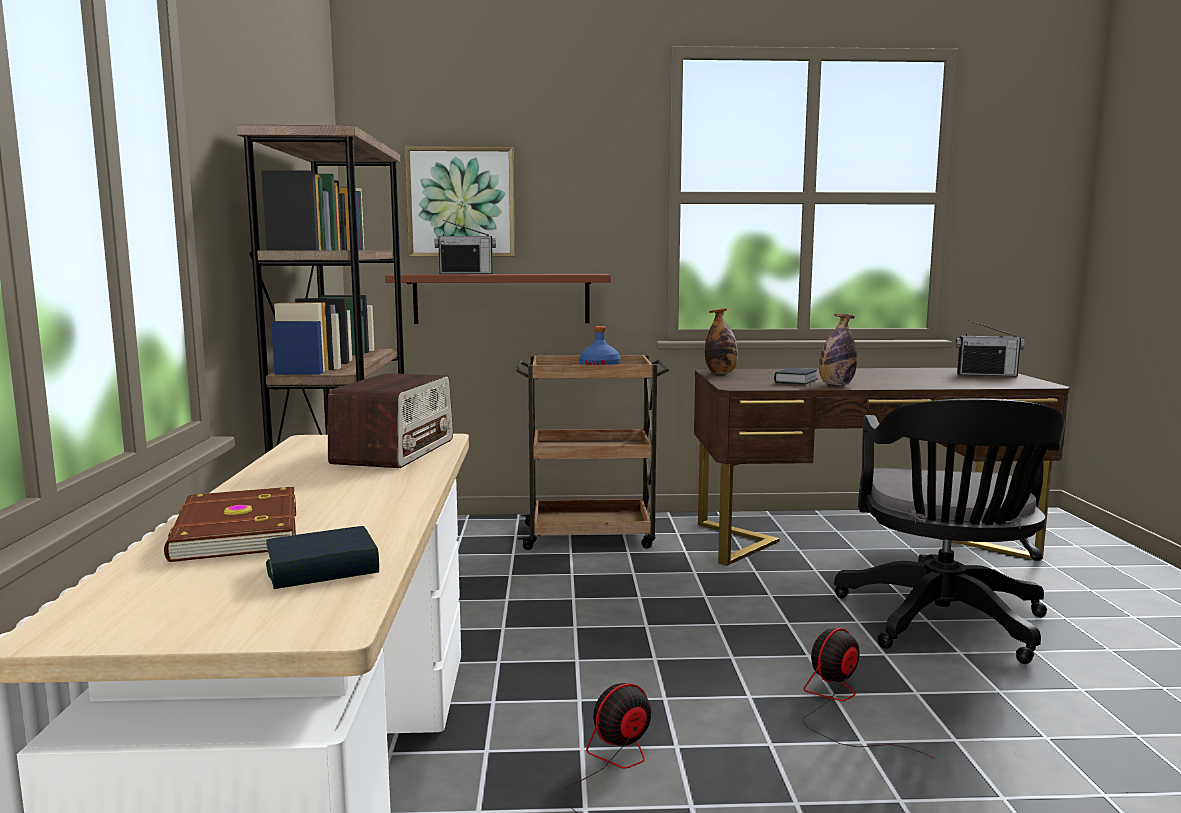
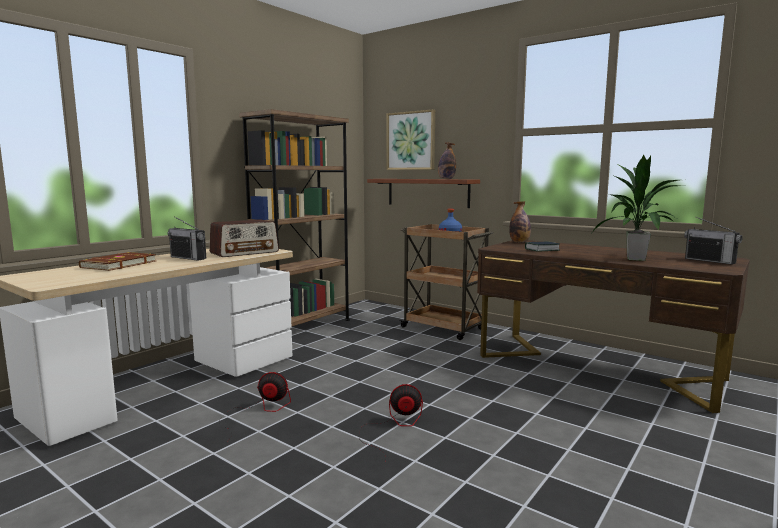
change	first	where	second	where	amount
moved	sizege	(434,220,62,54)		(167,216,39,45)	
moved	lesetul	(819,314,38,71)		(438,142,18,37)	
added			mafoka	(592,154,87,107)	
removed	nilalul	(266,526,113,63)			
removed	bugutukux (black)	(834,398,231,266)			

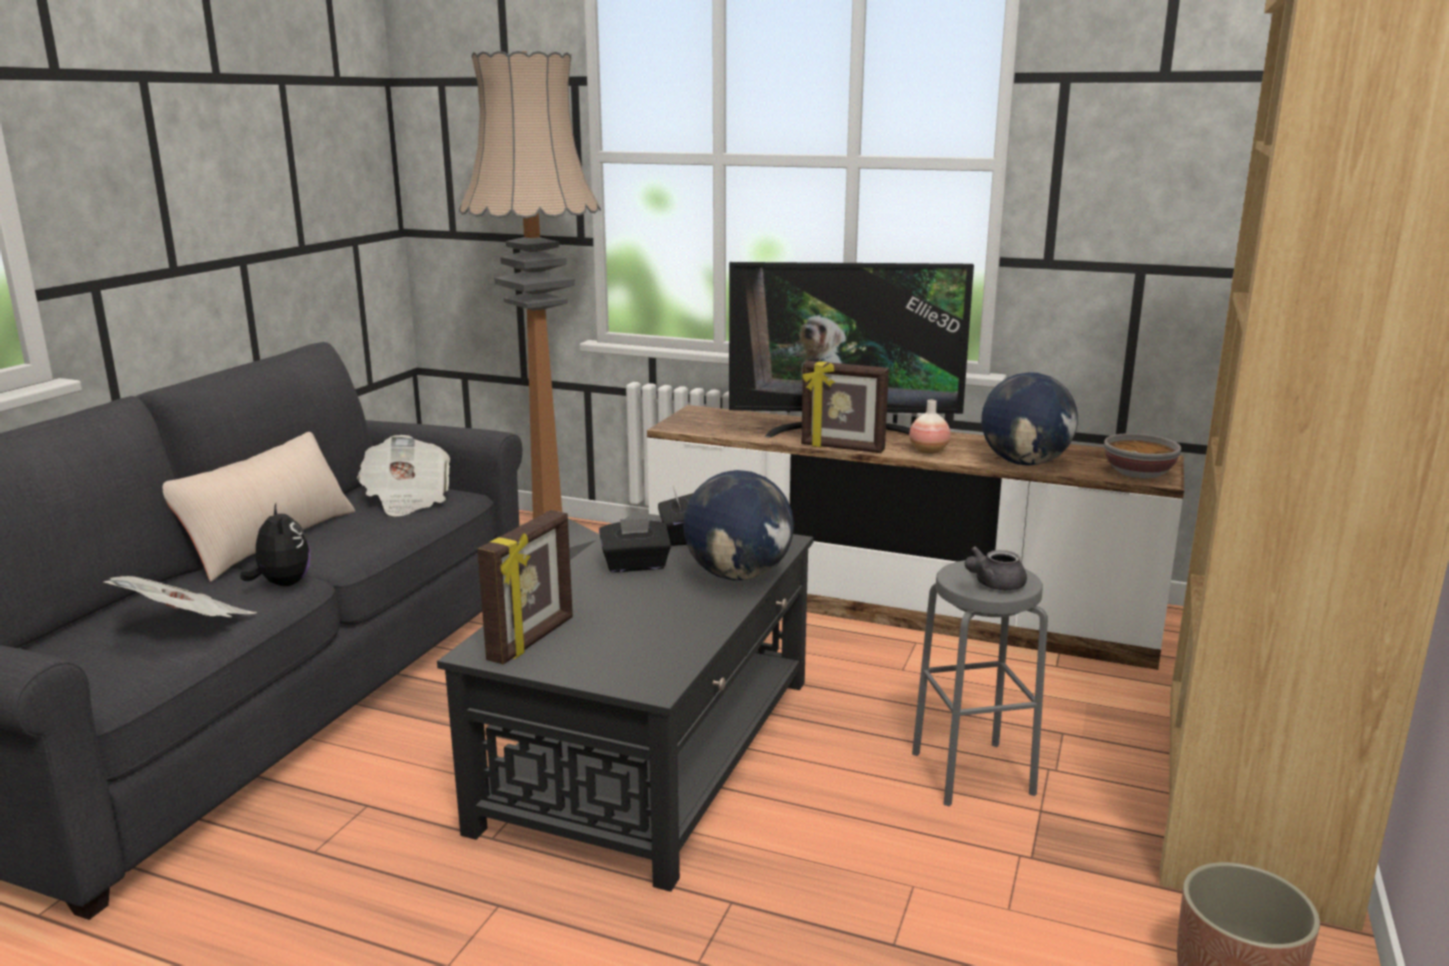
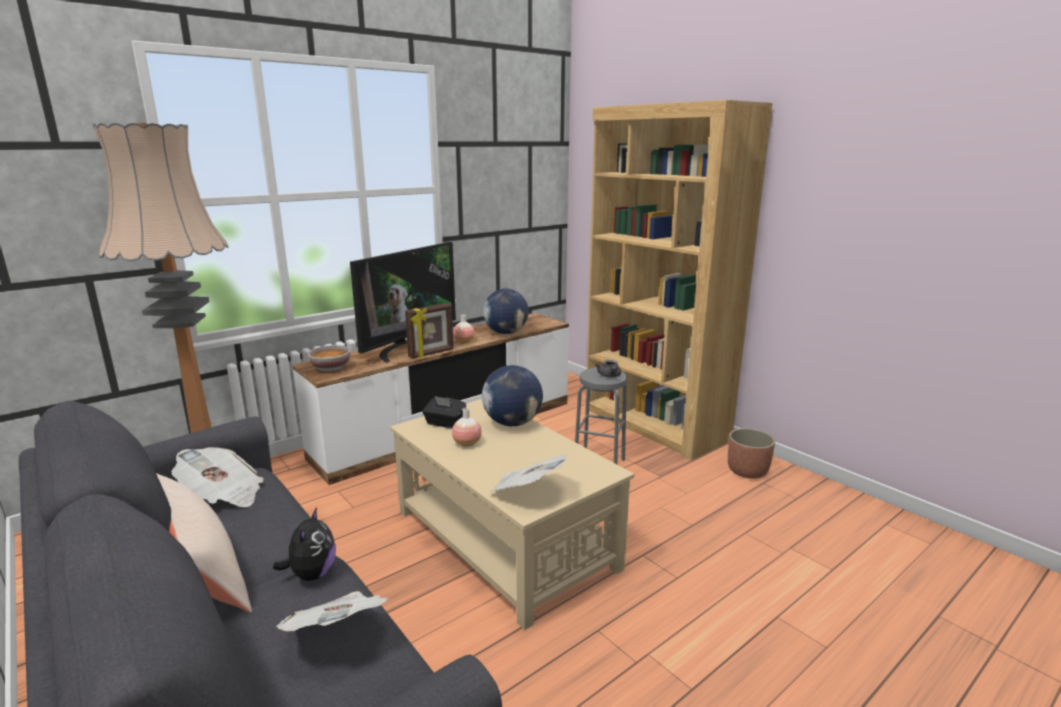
change	first	where	second	where	amount
turned	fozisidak	(240,504,71,82)		(273,507,63,74)	90 degrees clockwise
moved	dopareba	(1104,433,77,45)		(308,345,42,26)	
recoloured	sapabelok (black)	(437,512,377,380)	sapabelok (beige)	(390,399,244,231)	
replaced	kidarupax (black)	(599,518,72,54)	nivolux	(452,408,30,39)	
replaced	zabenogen	(477,510,96,154)	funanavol	(490,454,78,38)	

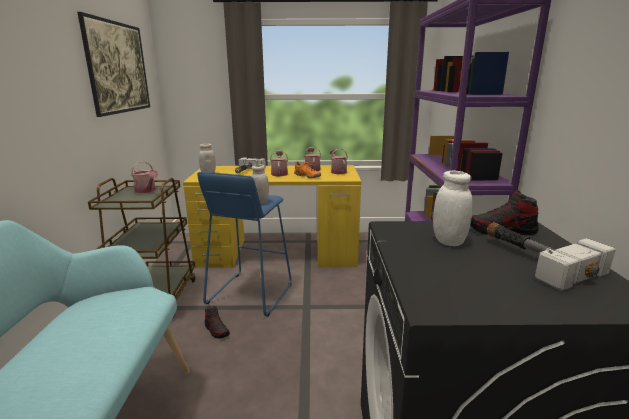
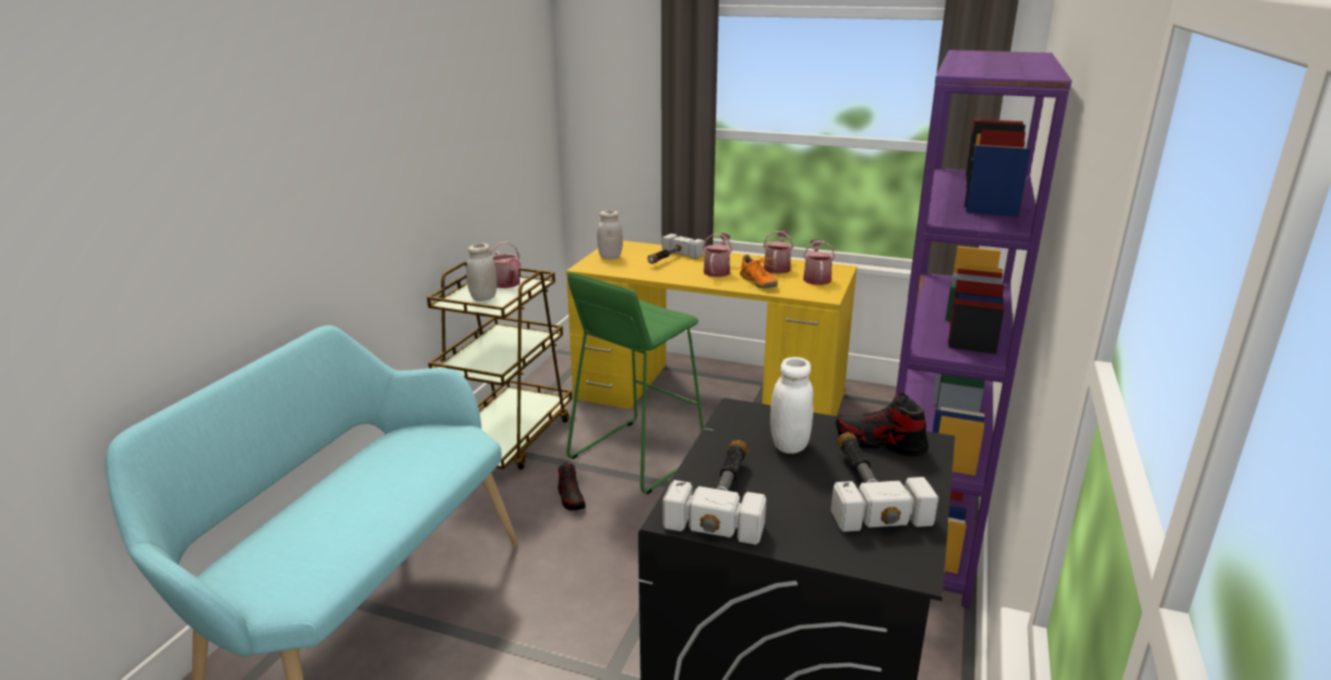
change	first	where	second	where	amount
moved	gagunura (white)	(251,164,18,40)		(466,243,31,58)	
recoloured	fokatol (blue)	(197,172,94,144)	fokatol (green)	(567,272,137,222)	
added			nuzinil	(663,440,104,105)	
removed	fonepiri	(77,12,73,105)			

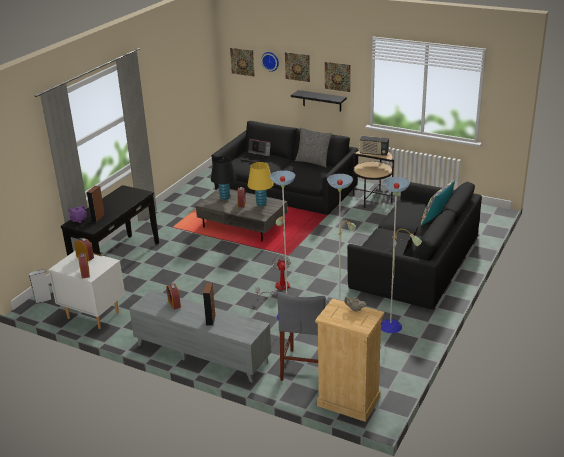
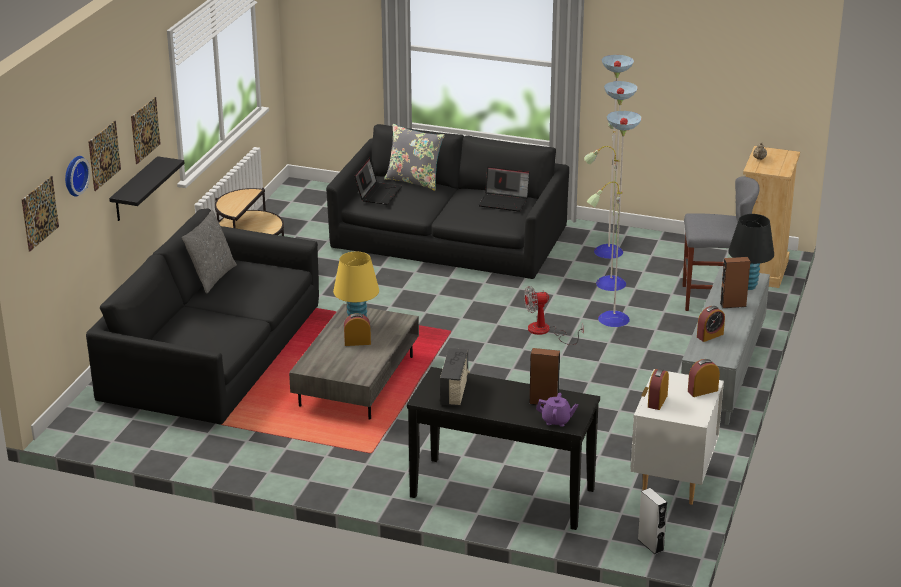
change	first	where	second	where	amount
moved	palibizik	(240,138,31,25)		(354,158,48,47)	
moved	sizege	(359,136,30,20)		(440,348,30,58)	
moved	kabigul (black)	(211,156,25,44)		(728,214,46,76)	

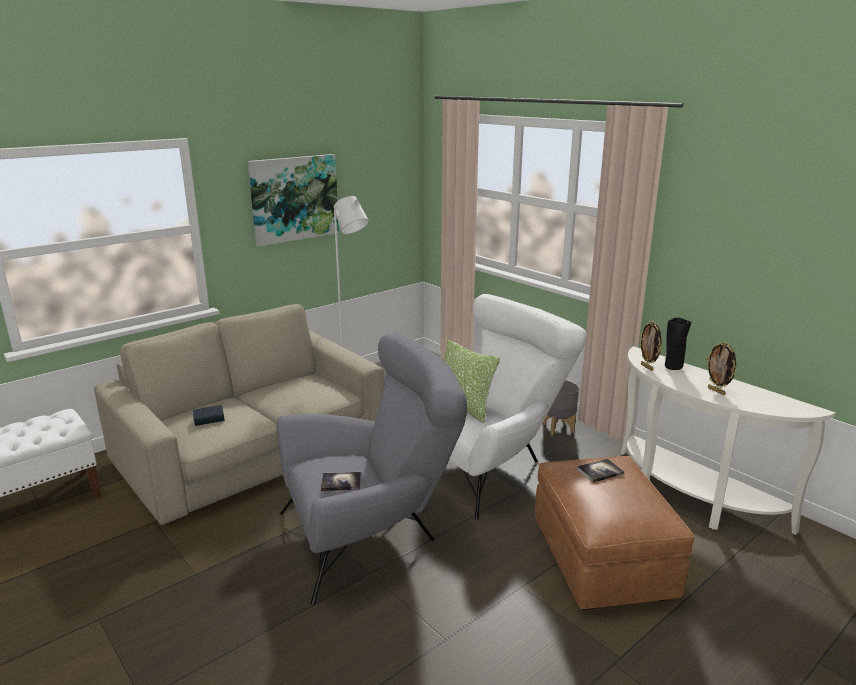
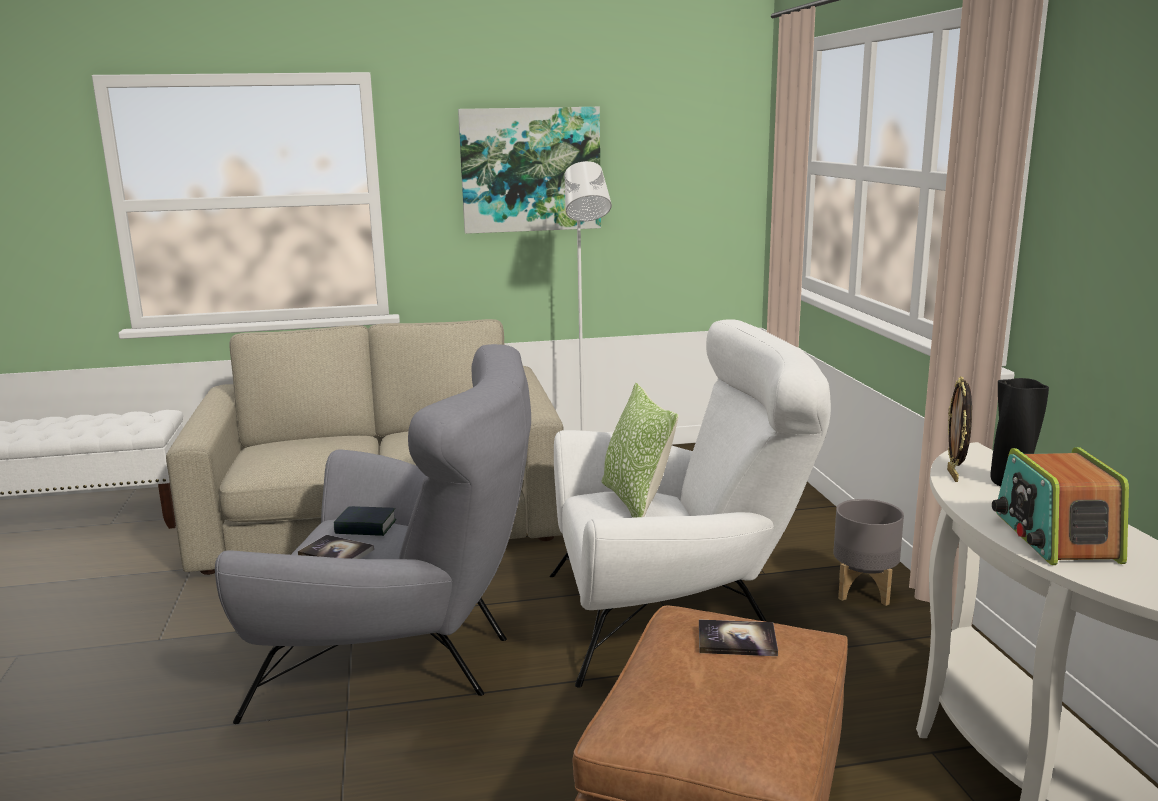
change	first	where	second	where	amount
moved	nilalul	(193,405,32,21)		(334,506,62,30)	
replaced	zabenogen	(706,341,31,54)	sizege	(992,447,137,118)	

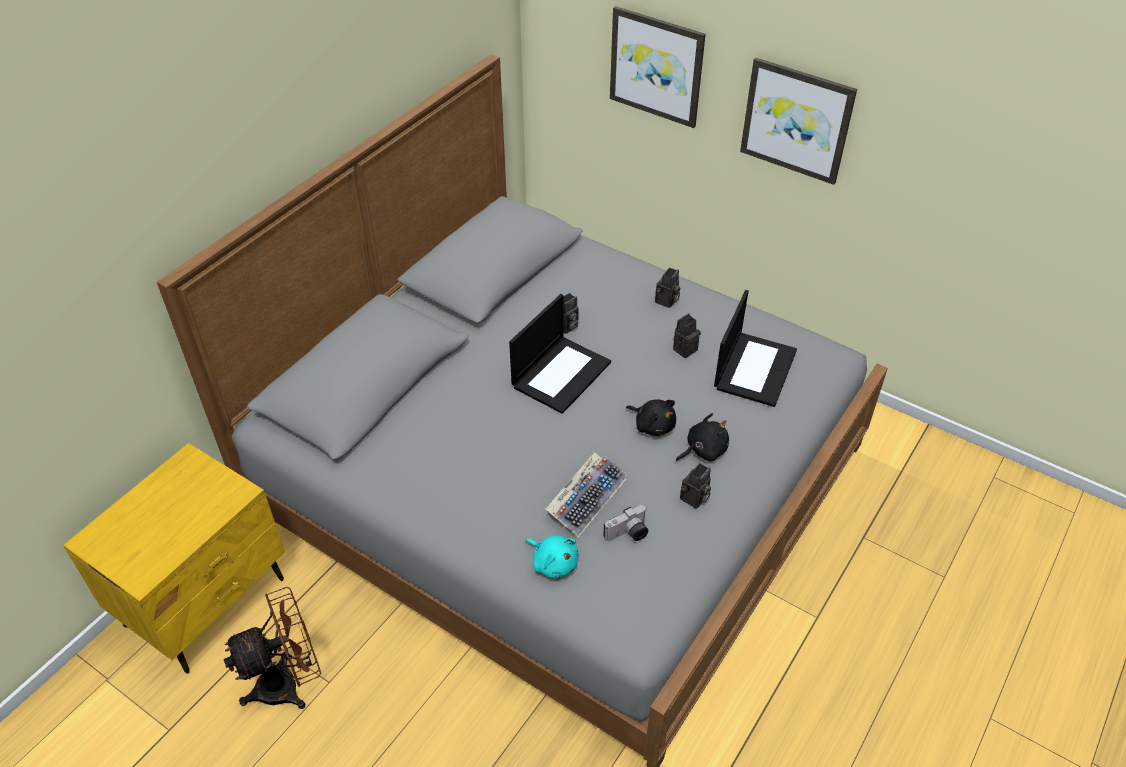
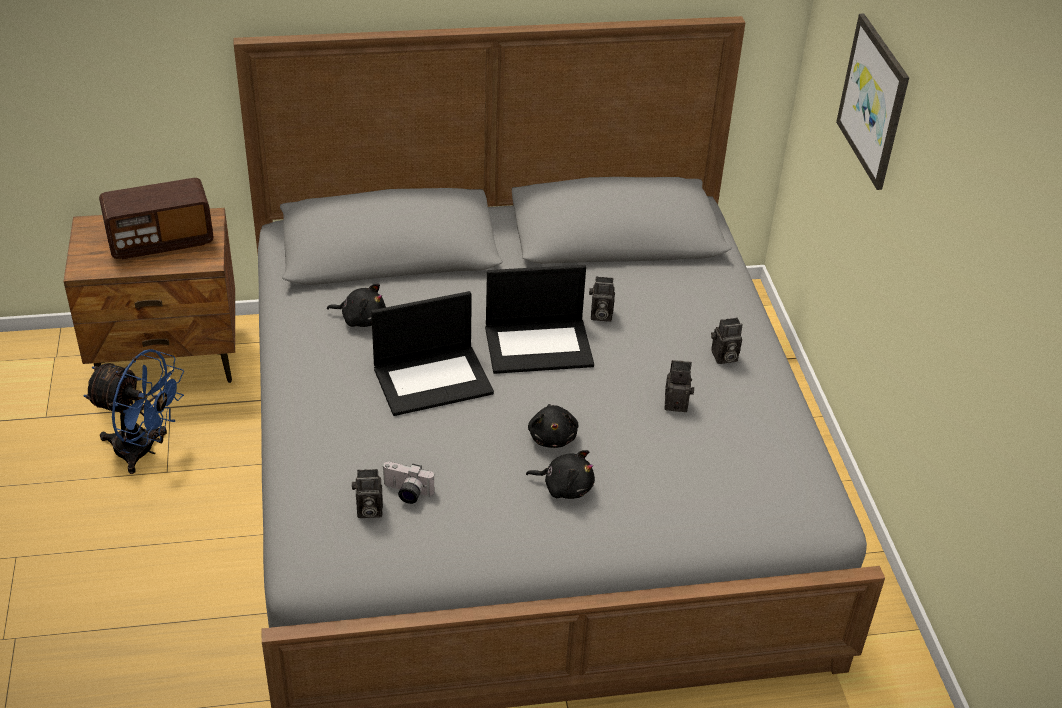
change	first	where	second	where	amount
recoloured	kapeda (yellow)	(63,443,222,231)	kapeda (brown)	(63,208,172,175)	
recoloured	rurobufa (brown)	(224,587,97,122)	rurobufa (blue)	(83,349,101,125)	
added			sizege	(99,178,115,81)	
added			fozisidak (black)	(327,284,59,43)	
moved	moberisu	(680,463,31,46)		(352,469,31,49)	
moved	palibizik	(714,290,83,117)		(371,291,123,125)	
removed	fozisidak (turquoise)	(526,535,52,43)			
removed	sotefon	(545,452,82,86)			
removed	fonepiri	(740,58,117,127)			

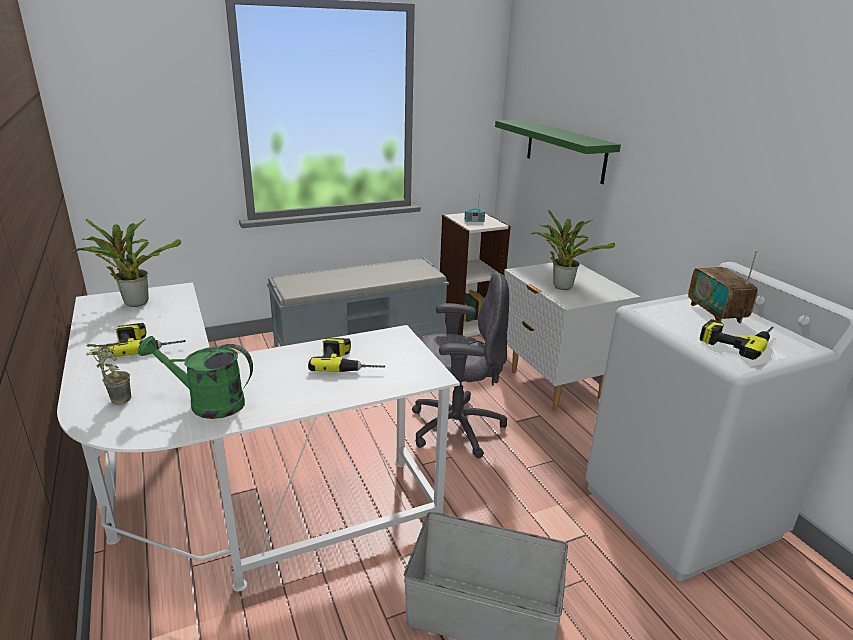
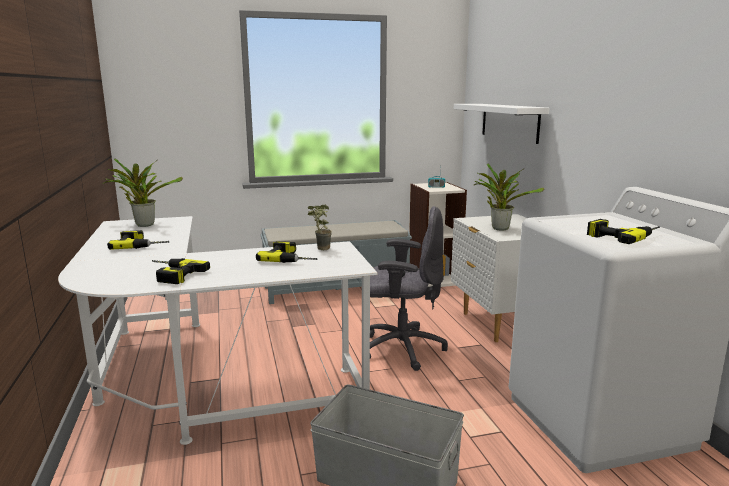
change	first	where	second	where	amount
replaced	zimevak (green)	(138,336,115,83)	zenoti	(152,258,58,26)	
moved	mafoka	(86,343,45,62)		(308,204,24,46)	
recoloured	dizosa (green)	(495,120,126,64)	dizosa (white)	(454,104,95,40)	
removed	sizege	(688,251,70,72)			

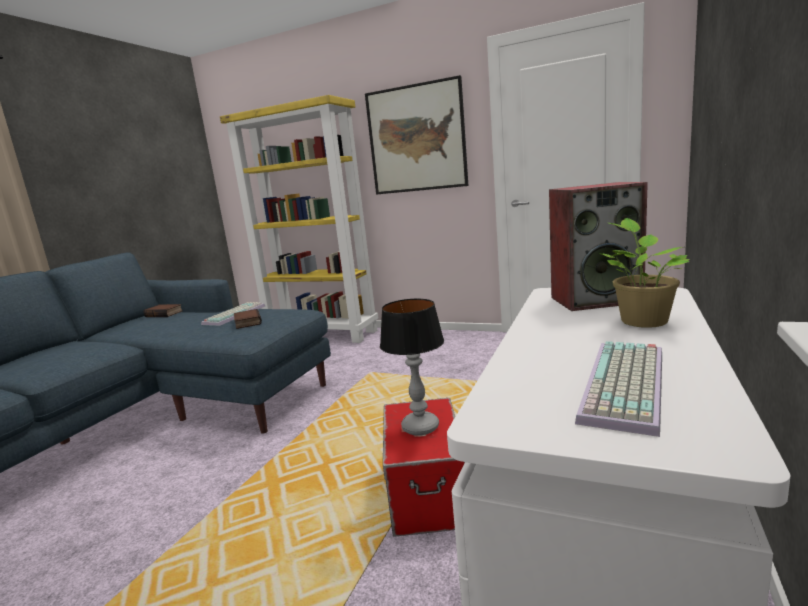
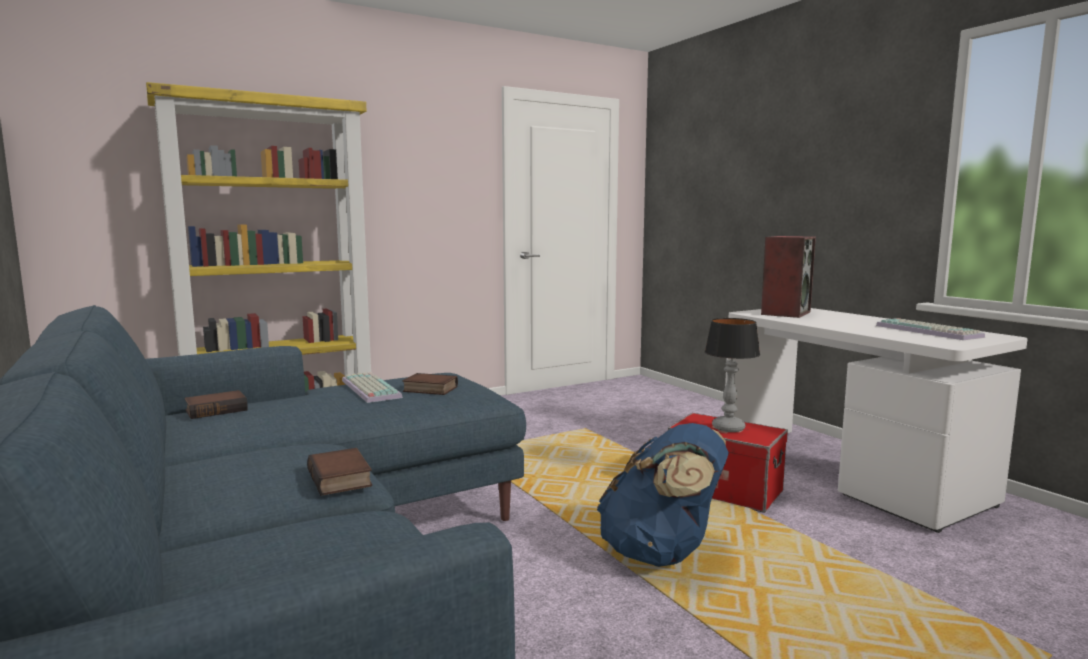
change	first	where	second	where	amount
added			nilalul	(307,448,65,48)	
added			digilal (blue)	(597,423,132,144)	
removed	fonepiri	(365,75,103,120)			
removed	mafoka	(599,218,91,110)			

